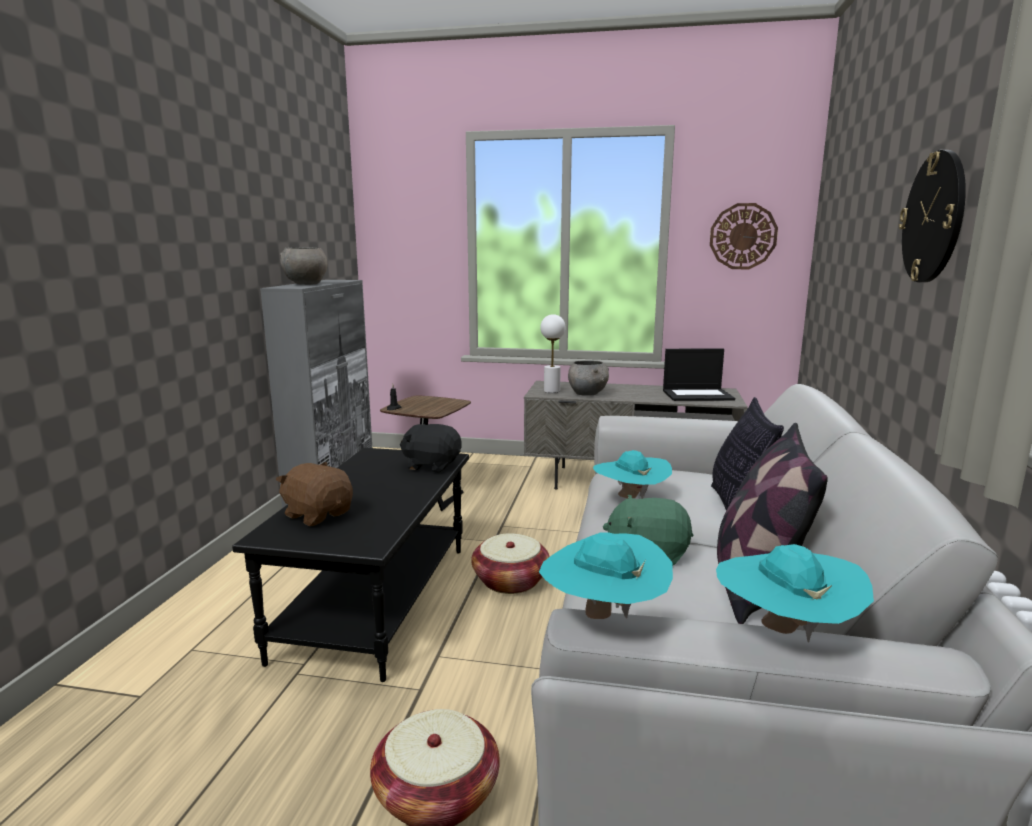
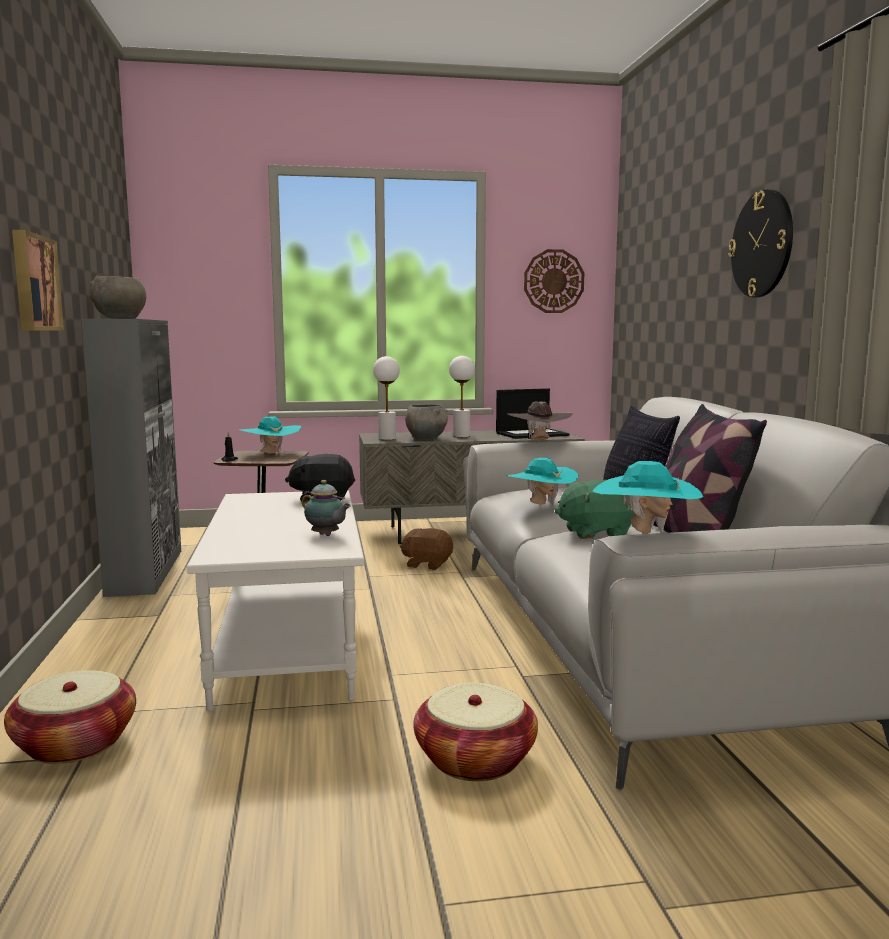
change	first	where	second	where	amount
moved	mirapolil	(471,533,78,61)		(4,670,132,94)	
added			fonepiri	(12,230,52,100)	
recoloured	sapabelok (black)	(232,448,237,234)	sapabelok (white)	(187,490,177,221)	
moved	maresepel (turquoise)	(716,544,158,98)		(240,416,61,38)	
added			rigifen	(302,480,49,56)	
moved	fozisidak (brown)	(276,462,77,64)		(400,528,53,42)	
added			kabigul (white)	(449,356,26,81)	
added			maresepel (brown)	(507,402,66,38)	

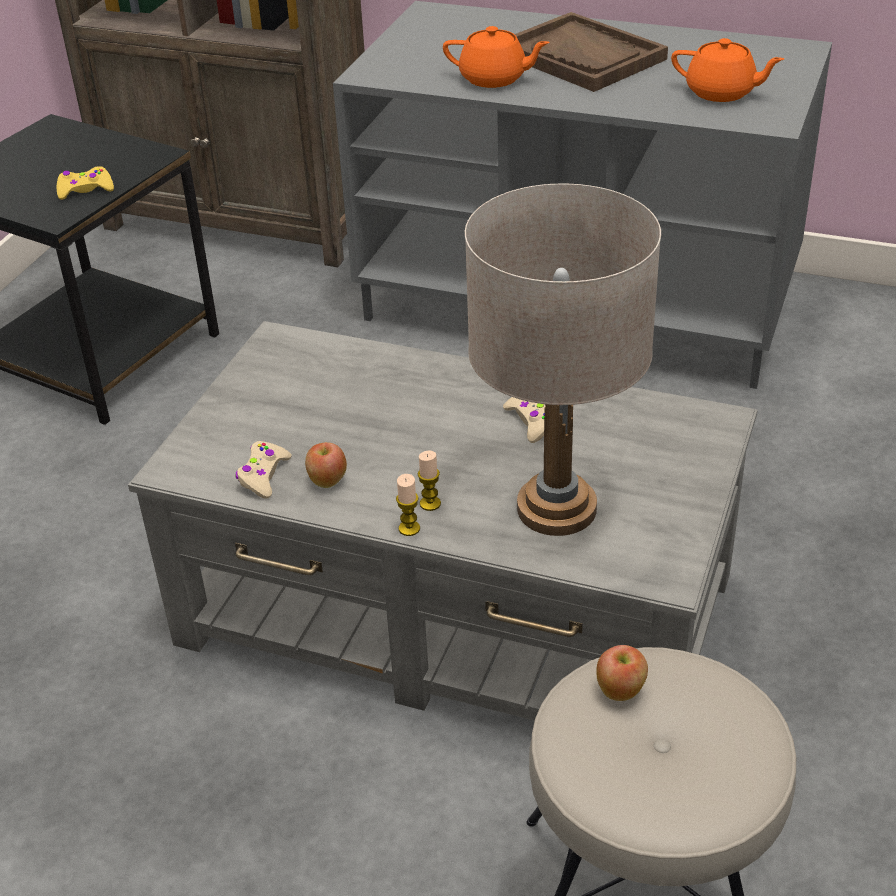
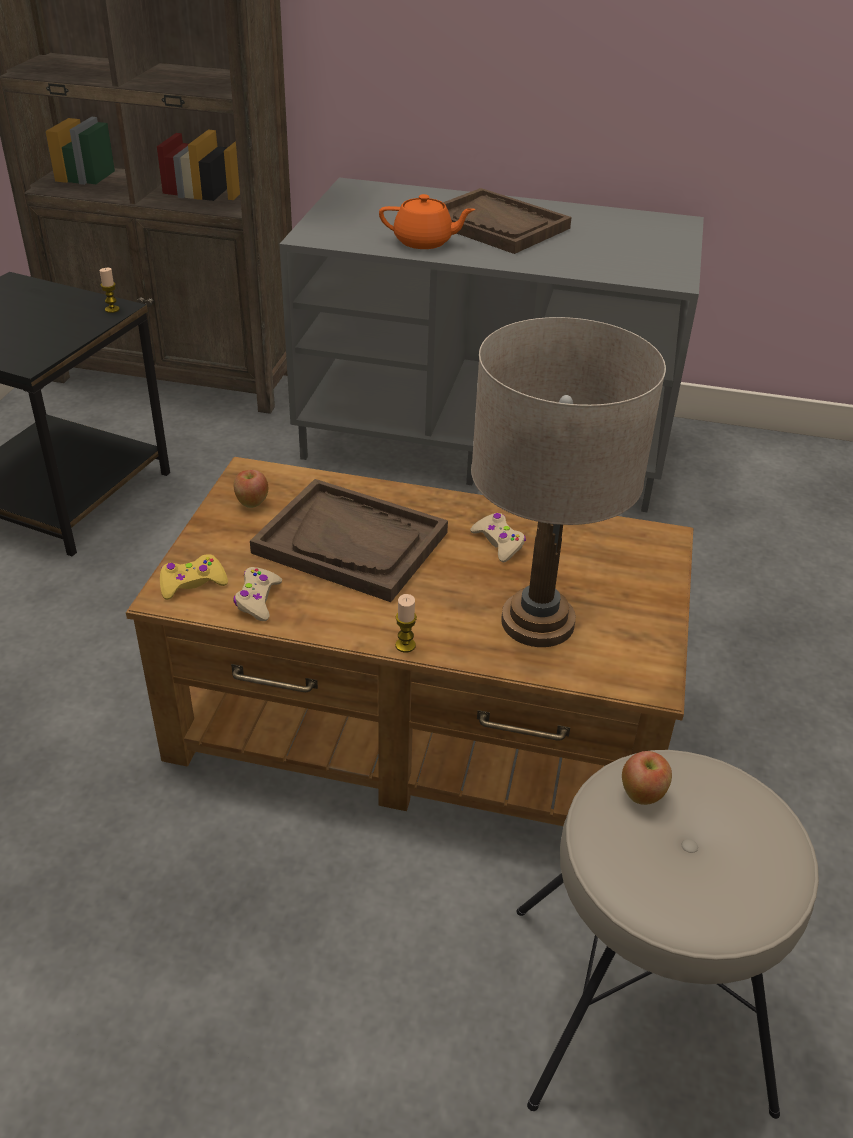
change	first	where	second	where	amount
moved	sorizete	(418,451,23,60)		(99,268,21,45)	
recoloured	sapabelok (grey)	(128,321,629,400)	sapabelok (brown)	(126,457,567,369)	
moved	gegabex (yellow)	(57,166,57,34)		(160,554,68,46)	
moved	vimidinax	(305,442,42,46)		(234,470,34,38)	
added			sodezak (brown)	(250,479,198,123)	
removed	rigifen (orange)	(671,38,113,64)			

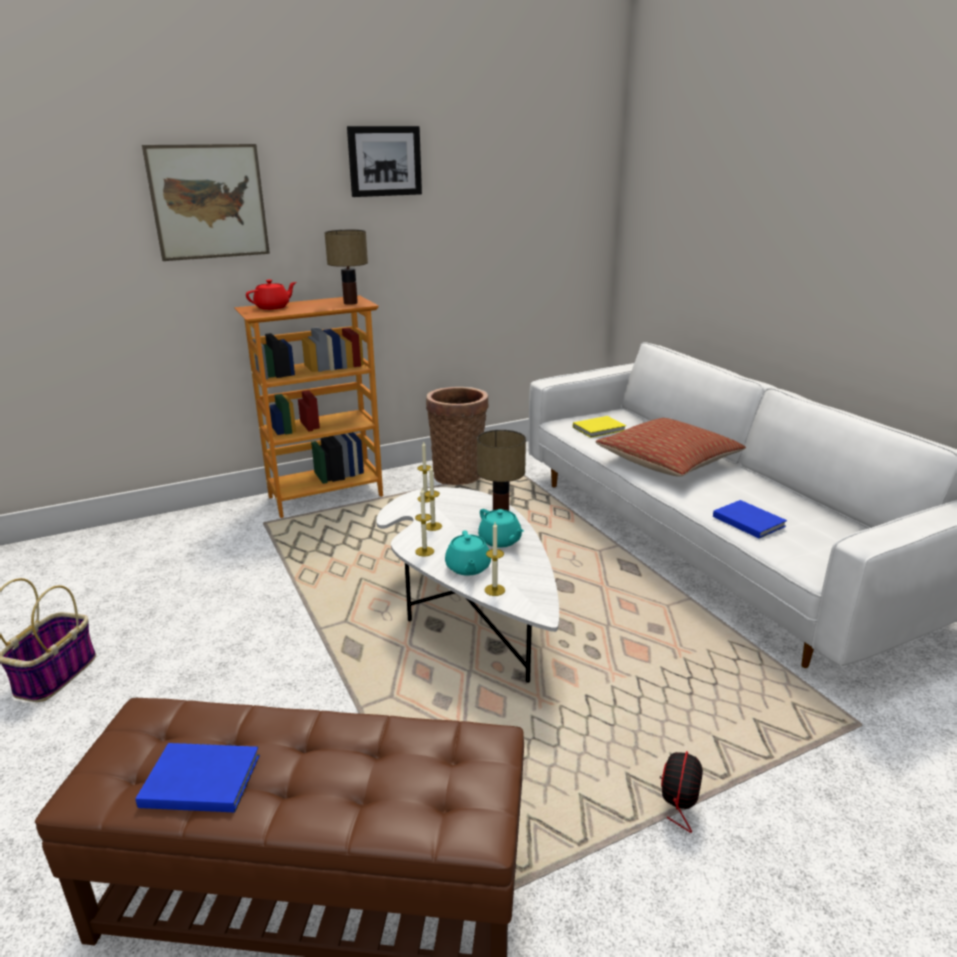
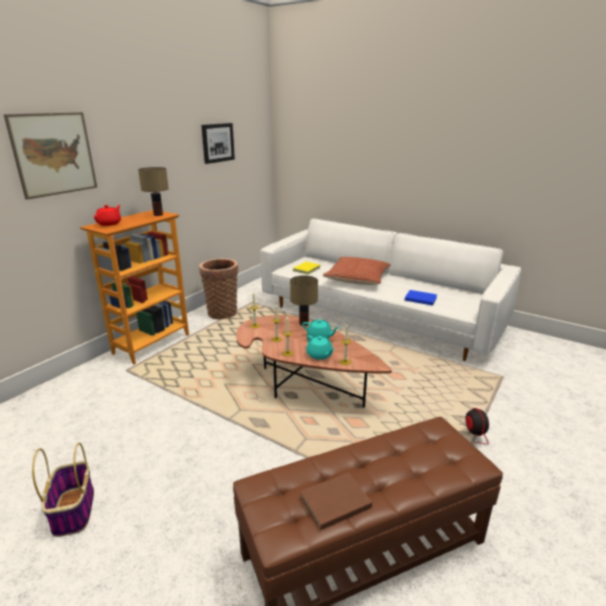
change	first	where	second	where	amount
moved	fonepiri	(347,126,75,71)		(201,123,34,41)	
recoloured	sapabelok (white)	(376,487,183,196)	sapabelok (brown)	(236,315,156,92)	
recoloured	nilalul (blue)	(135,743,125,70)	nilalul (brown)	(300,473,72,57)	

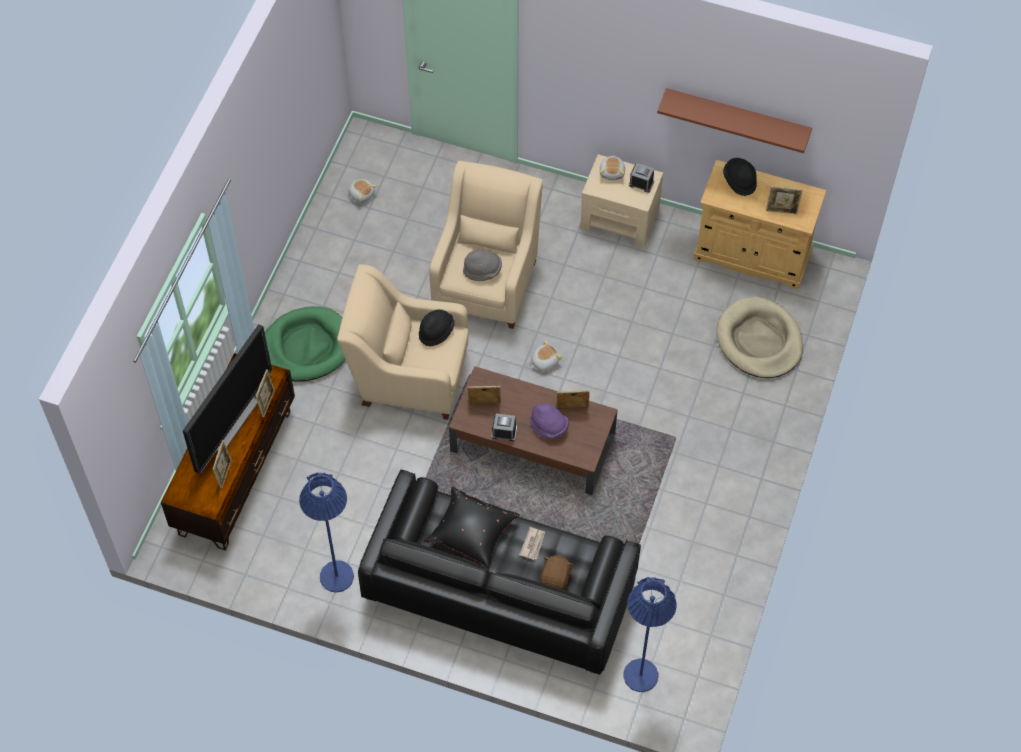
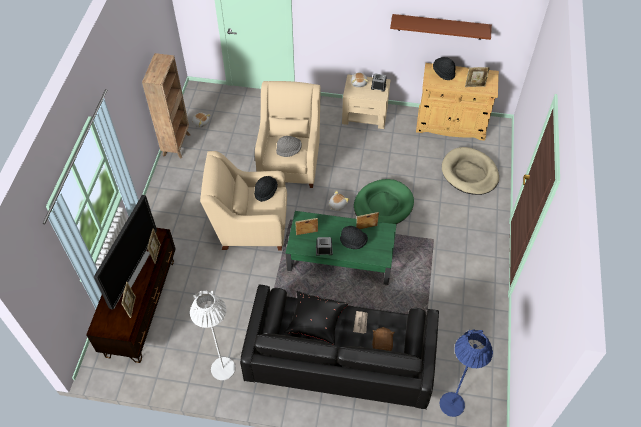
change	first	where	second	where	amount
added			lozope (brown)	(142,53,48,106)	
recoloured	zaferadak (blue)	(299,472,55,120)	zaferadak (white)	(190,290,45,90)	
recoloured	sapabelok (brown)	(449,366,169,129)	sapabelok (green)	(286,211,111,74)	
recoloured	maresepel (purple)	(530,403,39,36)	maresepel (black)	(340,226,28,23)	
moved	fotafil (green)	(265,306,80,76)		(354,179,60,45)	

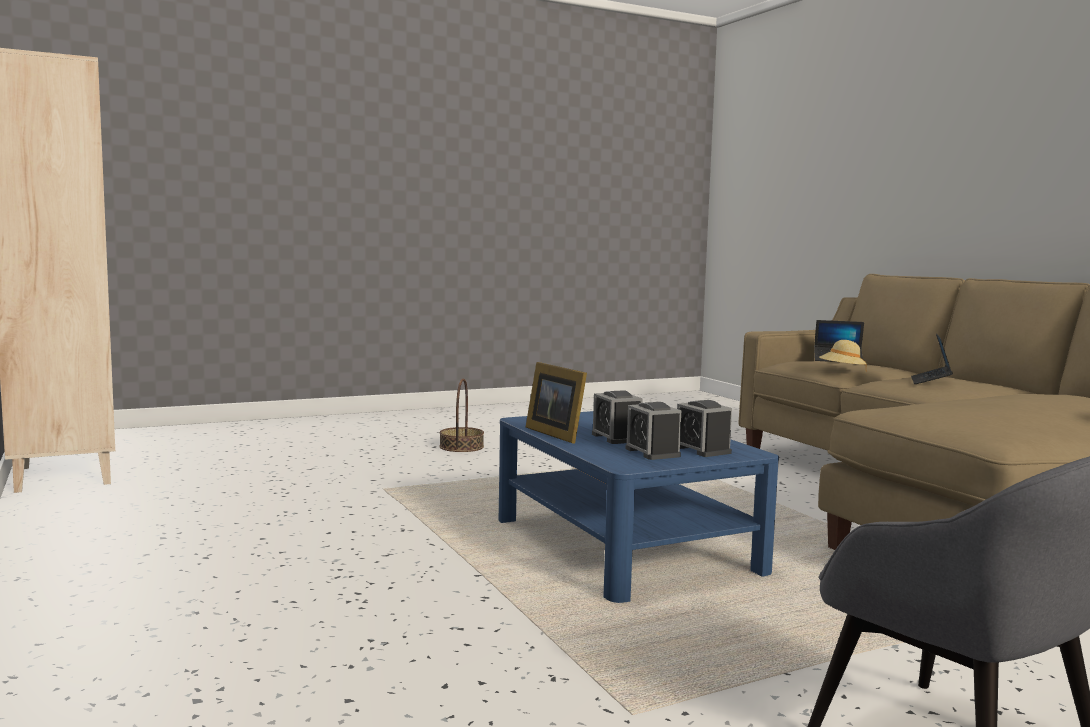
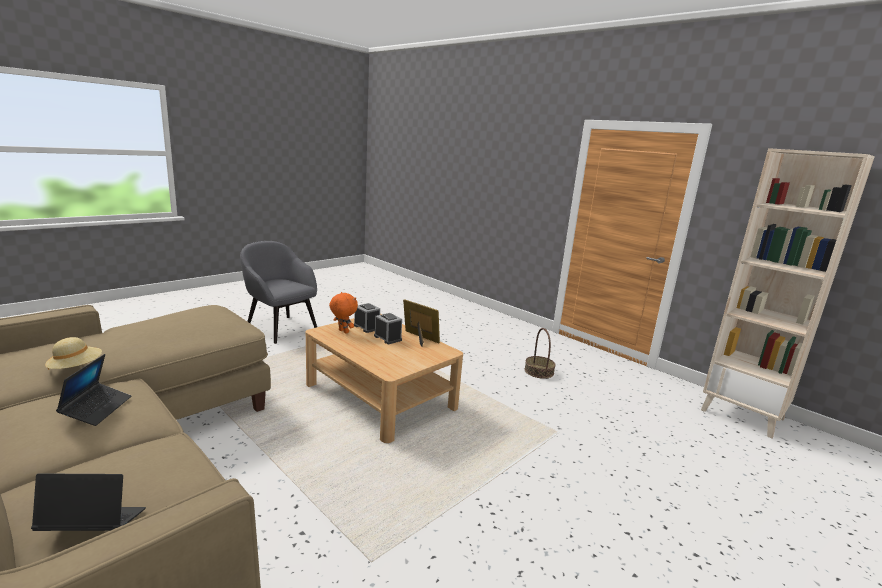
change	first	where	second	where	amount
moved	maresepel (beige)	(819,340,48,32)		(45,337,57,33)	
recoloured	sapabelok (blue)	(499,411,280,192)	sapabelok (beige)	(305,314,158,129)	
replaced	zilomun	(677,400,55,57)	fozisidak (orange)	(329,292,29,42)	
moved	mirapolil	(440,379,44,73)		(524,328,32,51)	

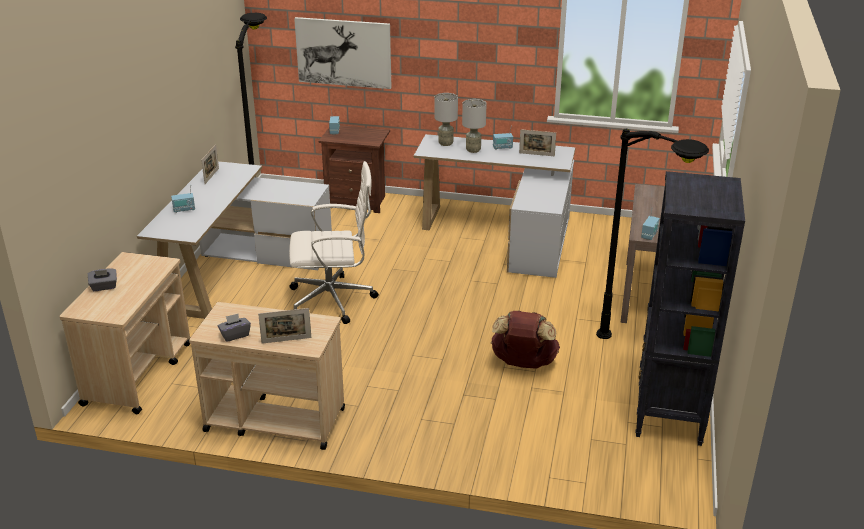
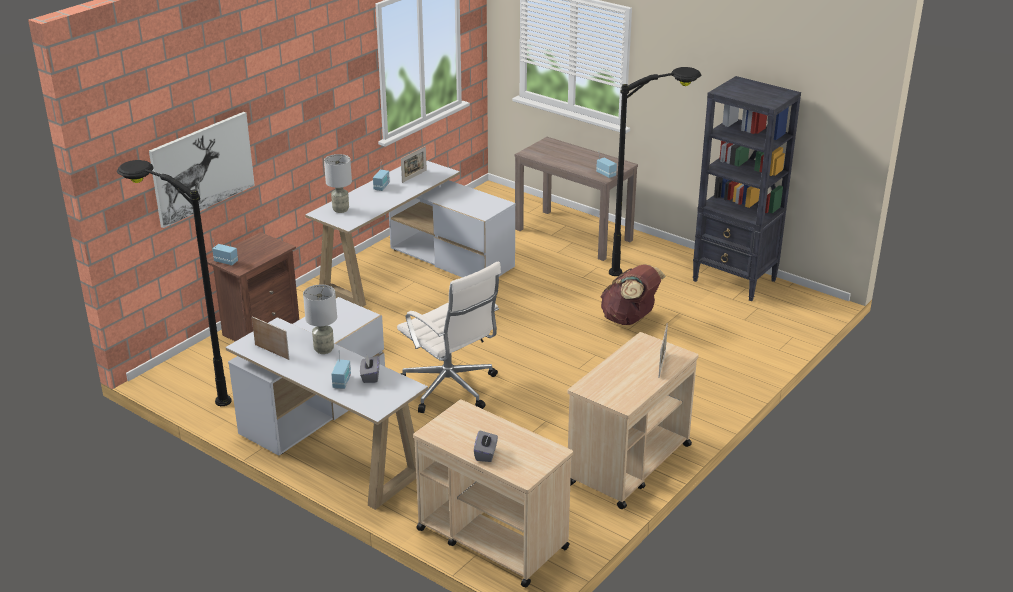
change	first	where	second	where	amount
moved	kabigul (grey)	(462,99,25,54)		(303,284,34,70)	
moved	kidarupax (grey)	(218,314,33,28)		(360,355,19,28)	
turned	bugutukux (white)	(289,161,90,163)		(397,261,104,152)	120 degrees clockwise

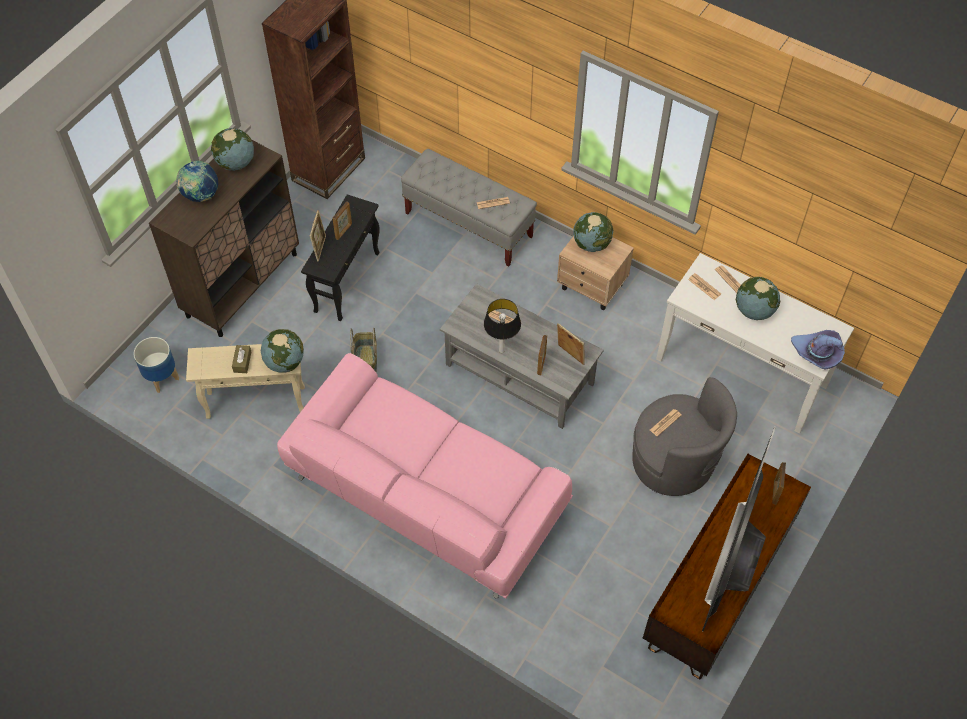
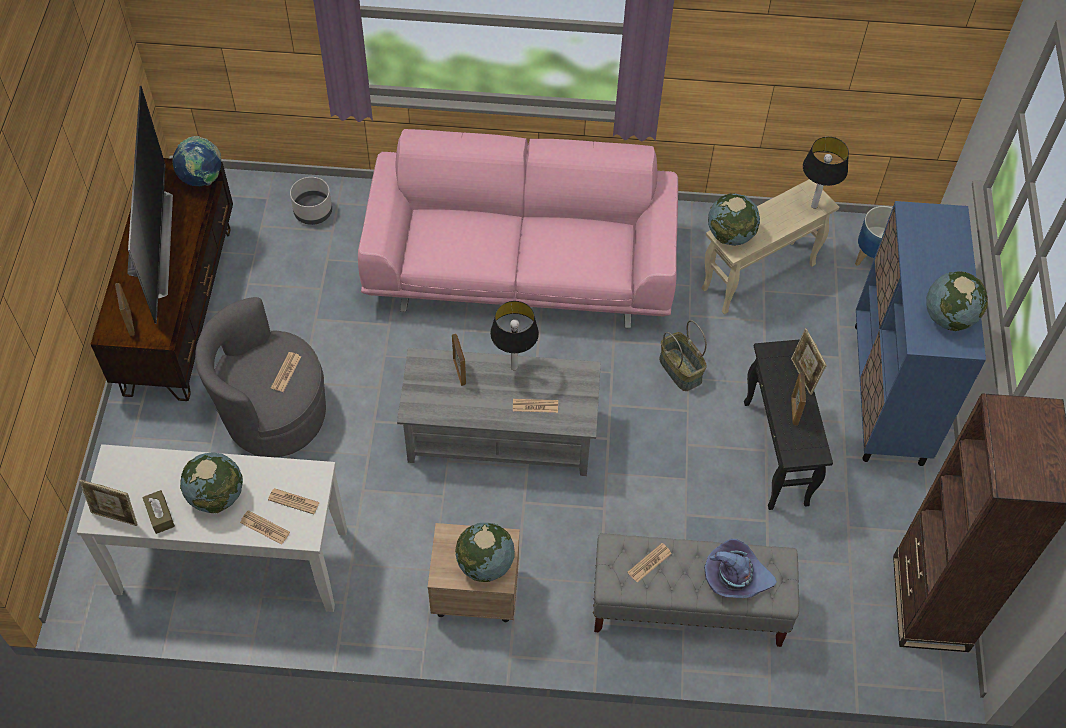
change	first	where	second	where	amount
moved	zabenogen	(557,323,28,42)		(80,480,58,46)	
moved	kidarupax (brown)	(232,345,19,28)		(142,490,33,44)	
moved	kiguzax	(176,161,42,41)		(173,136,48,50)	
added			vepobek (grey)	(290,177,42,48)	
moved	maresepel (purple)	(791,330,54,40)		(704,539,73,59)	
added			kabigul	(803,137,46,72)	
recoloured	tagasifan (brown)	(149,140,150,197)	tagasifan (blue)	(855,201,131,265)	

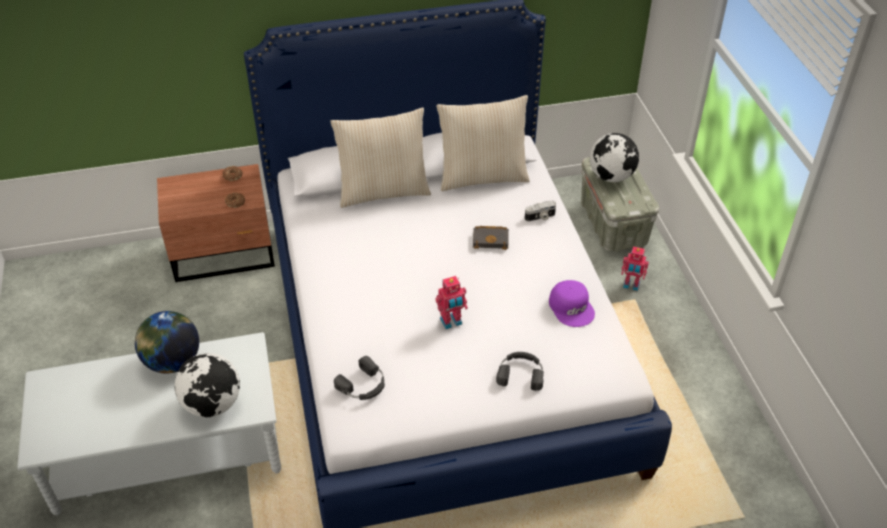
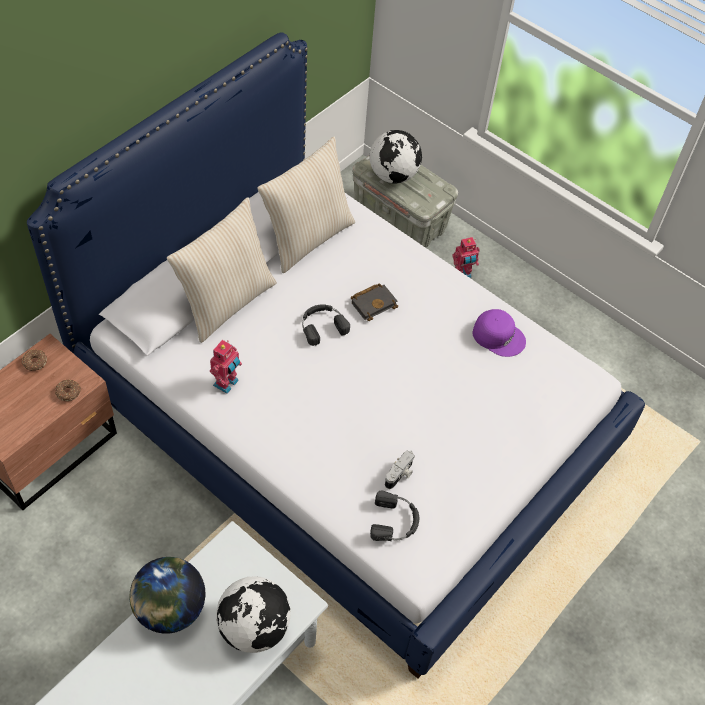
change	first	where	second	where	amount
moved	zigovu	(435,276,33,53)		(210,340,32,54)	
moved	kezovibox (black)	(496,352,48,39)		(302,304,48,42)	
moved	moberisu	(524,200,32,22)		(385,450,30,39)	

